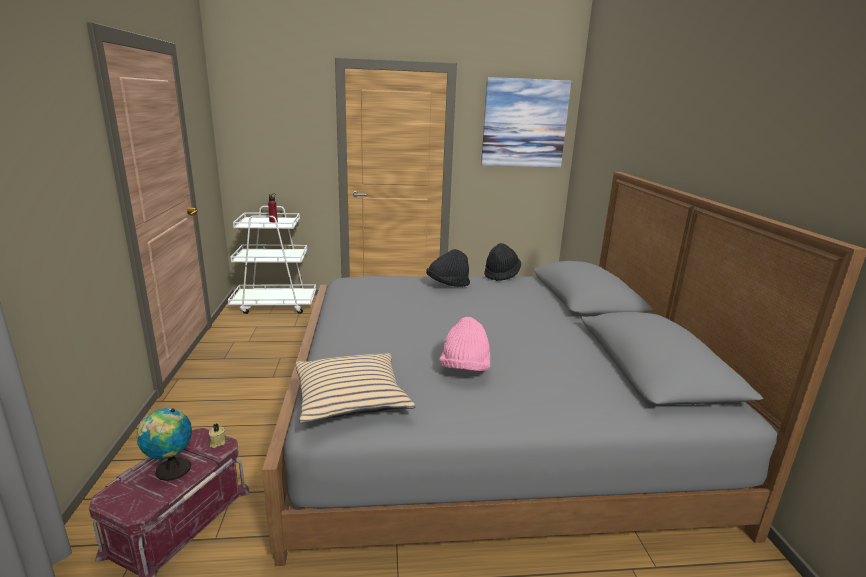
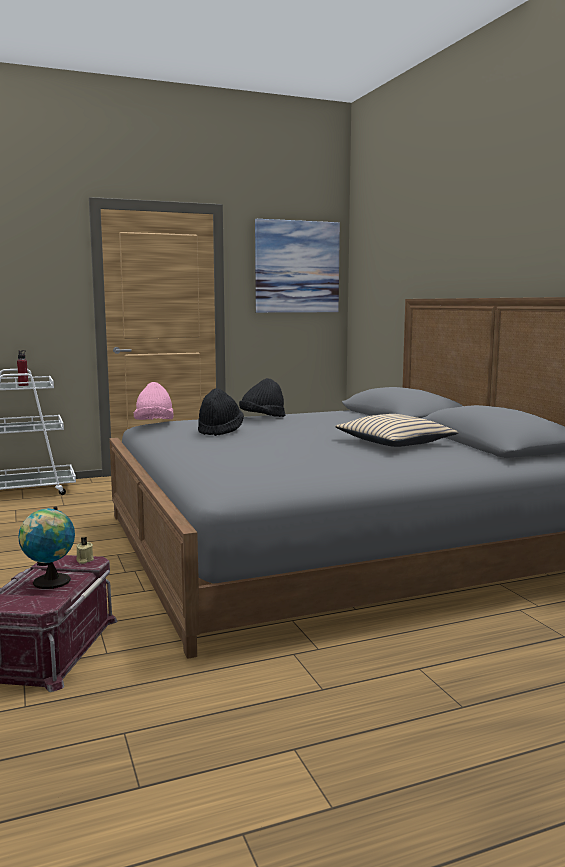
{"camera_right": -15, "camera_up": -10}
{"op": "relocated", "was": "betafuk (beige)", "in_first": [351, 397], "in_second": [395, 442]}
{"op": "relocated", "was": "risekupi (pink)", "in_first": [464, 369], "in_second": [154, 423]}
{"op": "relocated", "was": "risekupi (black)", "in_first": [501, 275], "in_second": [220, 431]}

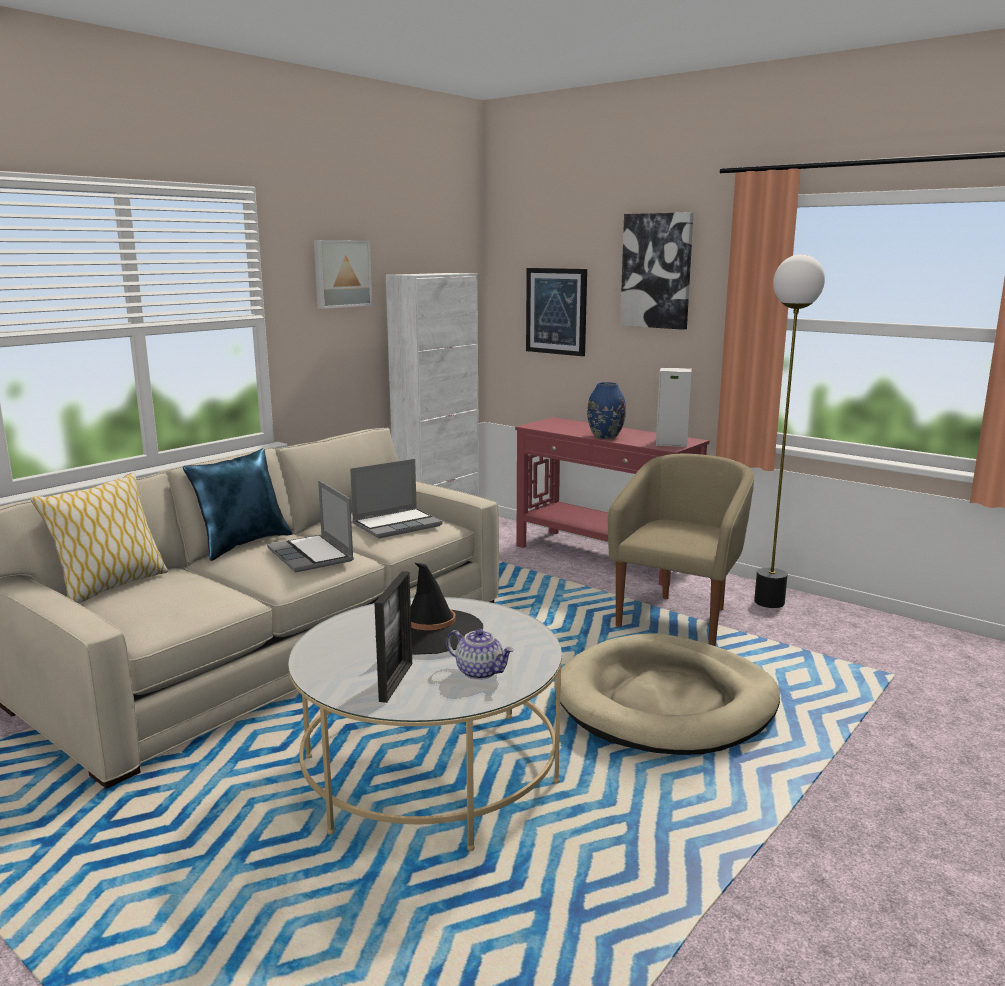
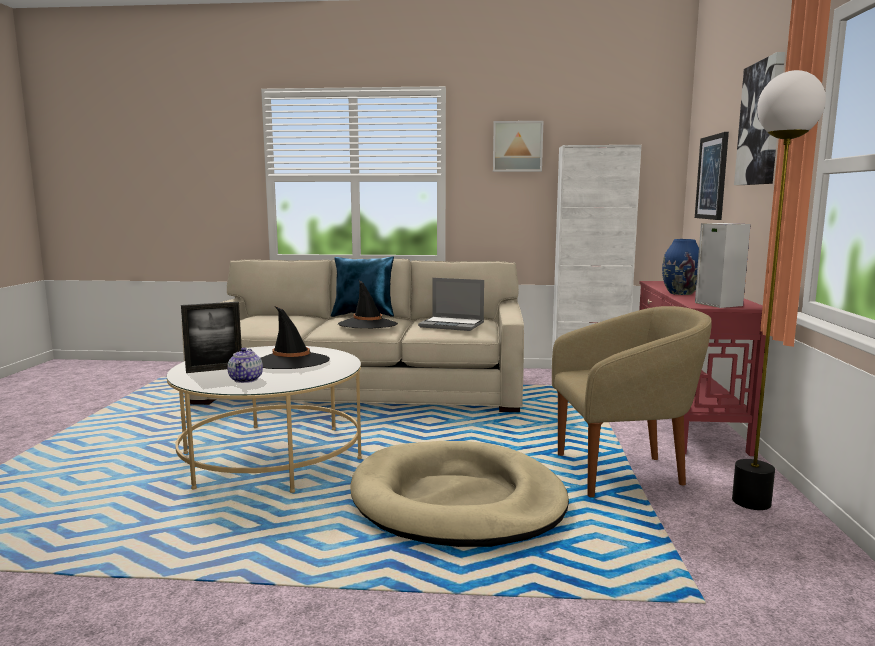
{"camera_right": 55, "camera_up": -5}
{"op": "missing", "was": "betafuk", "in_first": [111, 586]}
{"op": "exchanged", "was": "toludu", "now": "risekupi (black)", "in_first": [312, 555], "in_second": [367, 325]}

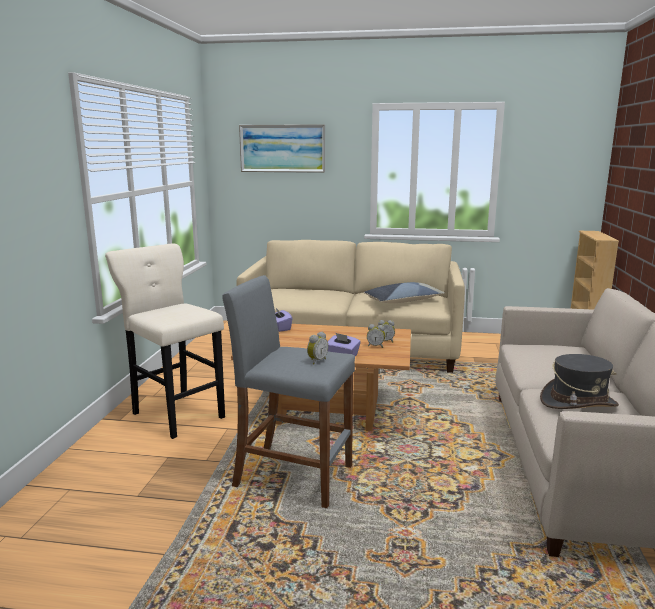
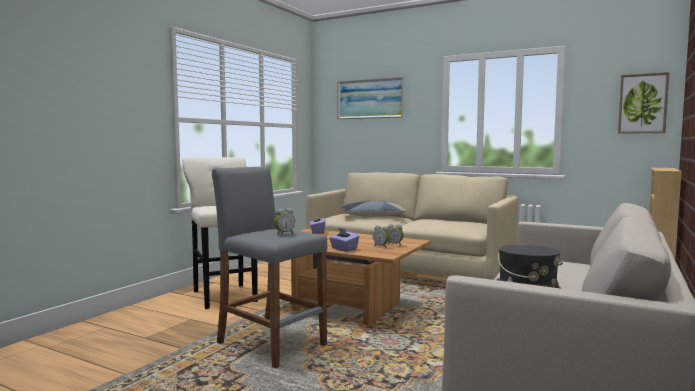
{"camera_right": 20, "camera_up": -10}
{"op": "relocated", "was": "betafuk", "in_first": [403, 301], "in_second": [372, 216]}
{"op": "appeared", "now": "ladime", "in_second": [642, 103]}

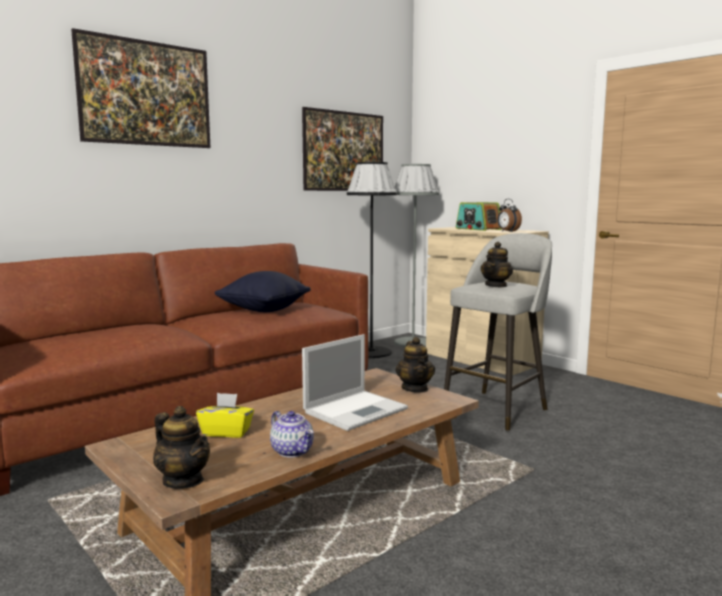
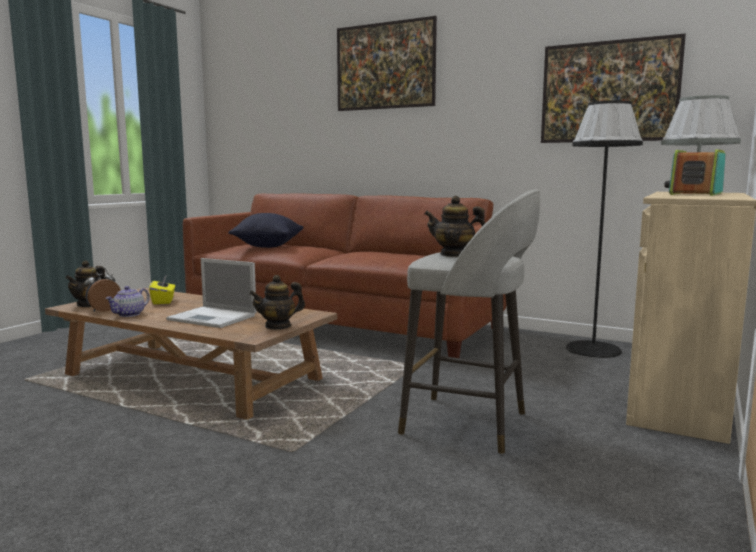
{"camera_right": 70, "camera_up": 0}
{"op": "relocated", "was": "betafuk (black)", "in_first": [264, 310], "in_second": [268, 246]}
{"op": "relocated", "was": "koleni", "in_first": [507, 231], "in_second": [103, 310]}

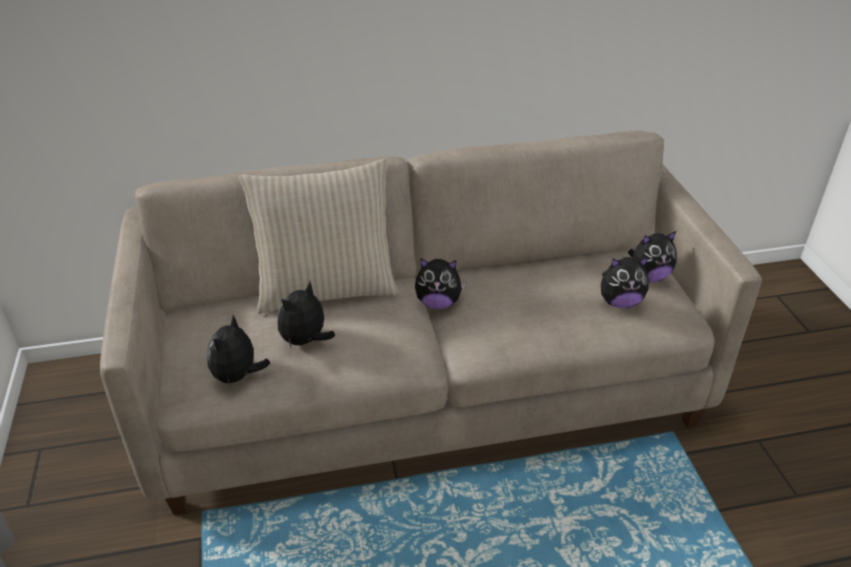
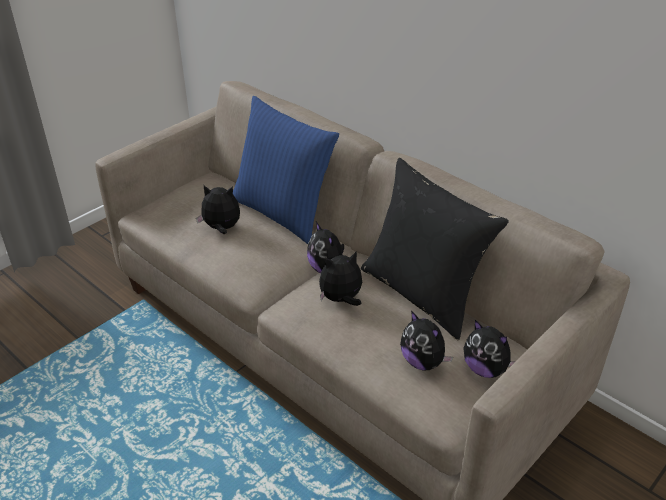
{"camera_right": 55, "camera_up": 0}
{"op": "relocated", "was": "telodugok", "in_first": [238, 376], "in_second": [341, 299]}
{"op": "colour", "was": "betafuk (beige)", "now": "betafuk (blue)", "in_first": [327, 289], "in_second": [283, 213]}
{"op": "appeared", "now": "betafuk (black)", "in_second": [423, 293]}

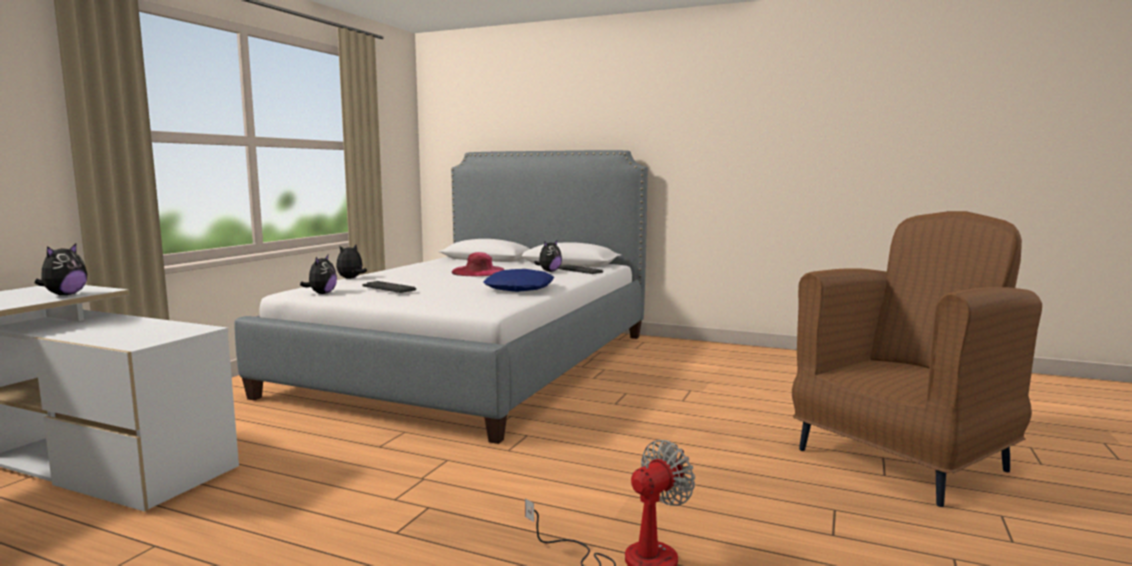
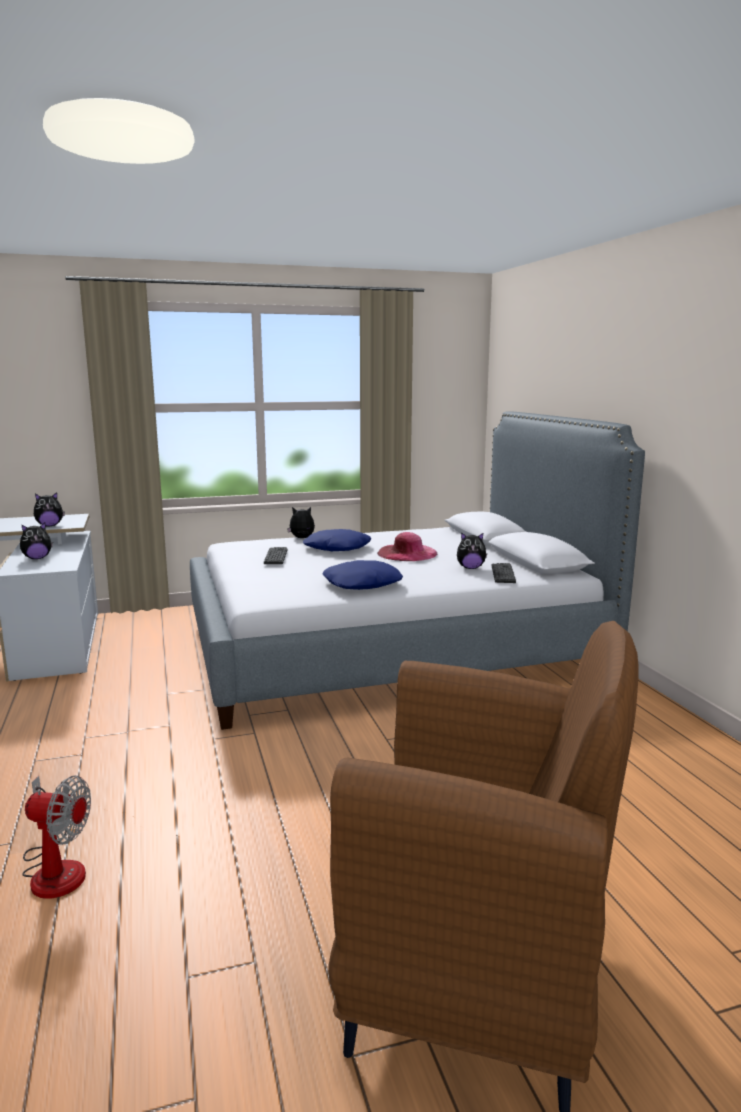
{"camera_right": 50, "camera_up": 5}
{"op": "relocated", "was": "telodugok", "in_first": [322, 293], "in_second": [37, 558]}
{"op": "appeared", "now": "betafuk (blue)", "in_second": [337, 548]}

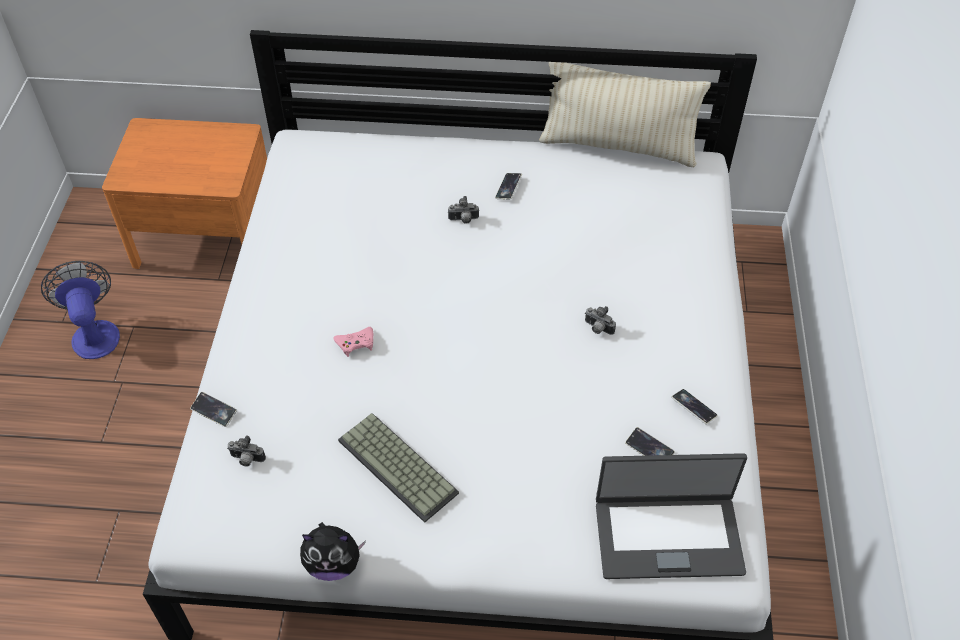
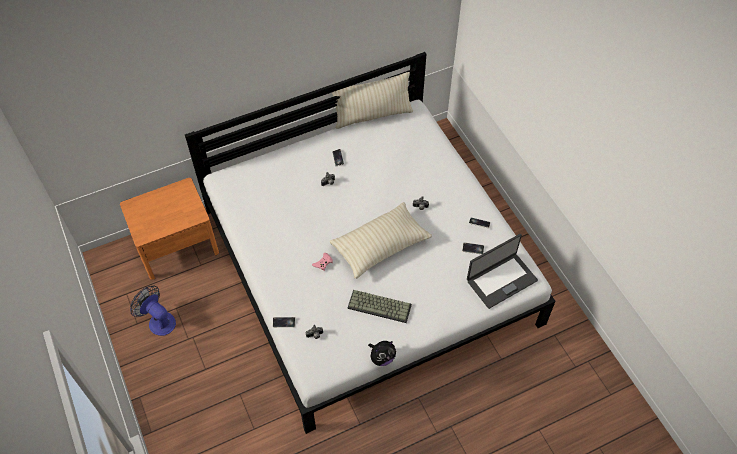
{"camera_right": -30, "camera_up": 5}
{"op": "appeared", "now": "betafuk (beige)", "in_second": [380, 246]}

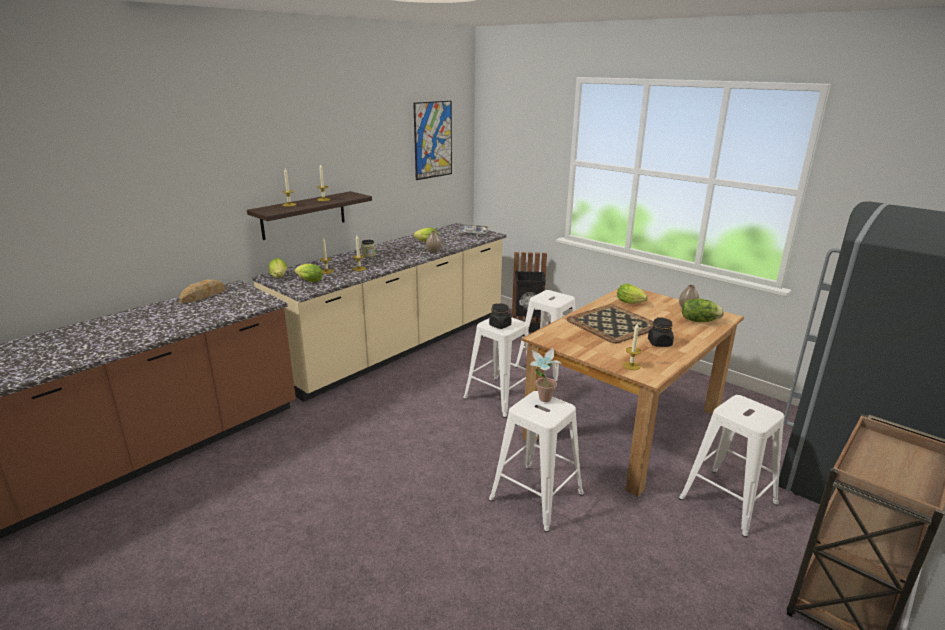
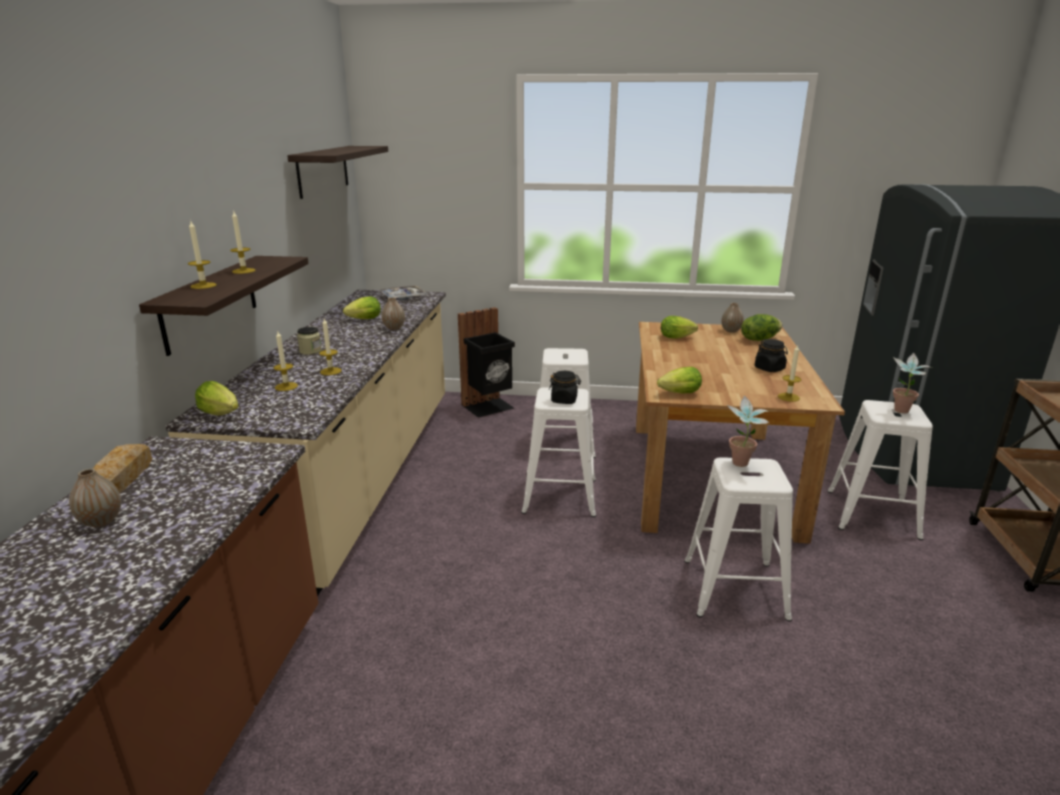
{"camera_right": -35, "camera_up": 0}
{"op": "relocated", "was": "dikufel", "in_first": [308, 281], "in_second": [677, 394]}
{"op": "exchanged", "was": "ladime", "now": "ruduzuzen", "in_first": [433, 140], "in_second": [323, 170]}
{"op": "missing", "was": "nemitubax", "in_first": [612, 324]}
{"op": "appeared", "now": "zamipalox", "in_second": [101, 521]}
{"op": "appeared", "now": "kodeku", "in_second": [901, 412]}

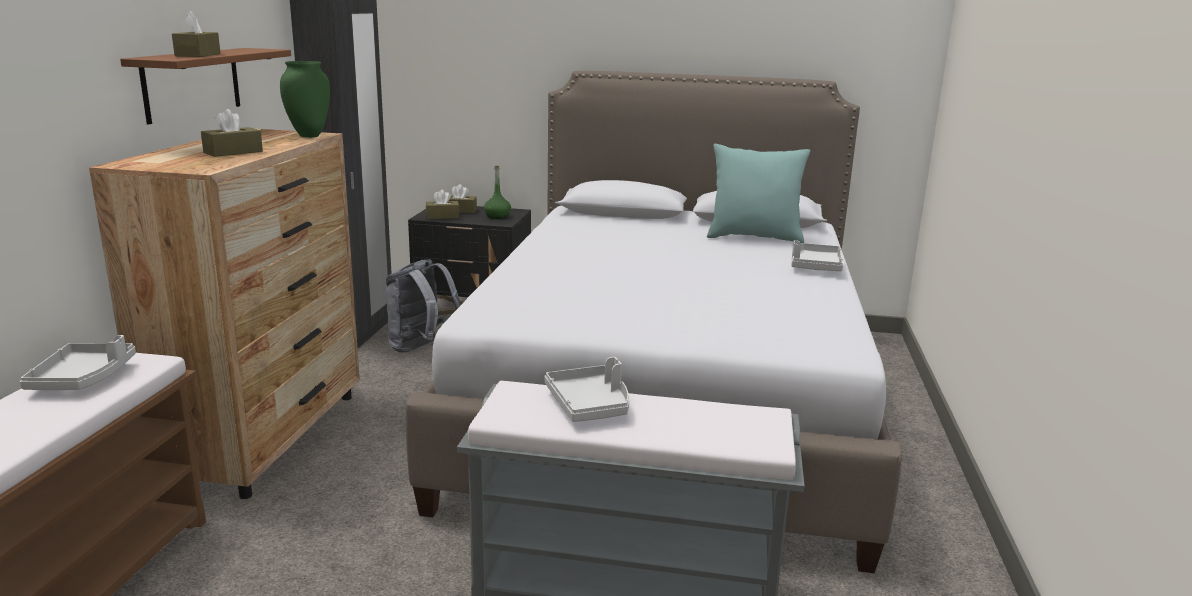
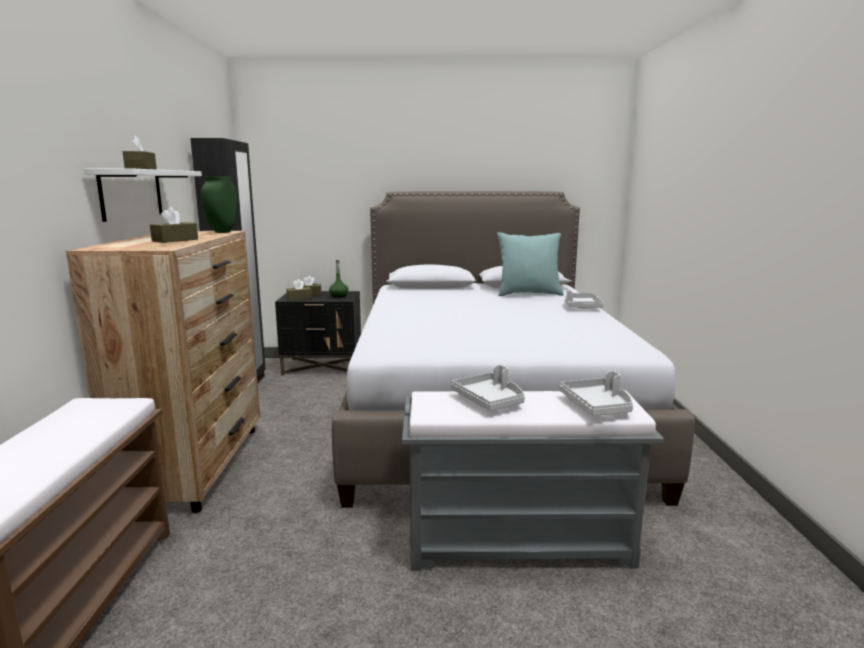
{"camera_right": -10, "camera_up": -5}
{"op": "relocated", "was": "nemitubax (grey)", "in_first": [83, 378], "in_second": [597, 406]}
{"op": "colour", "was": "ruduzuzen (brown)", "now": "ruduzuzen (white)", "in_first": [192, 83], "in_second": [131, 194]}
{"op": "missing", "was": "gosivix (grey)", "in_first": [421, 348]}

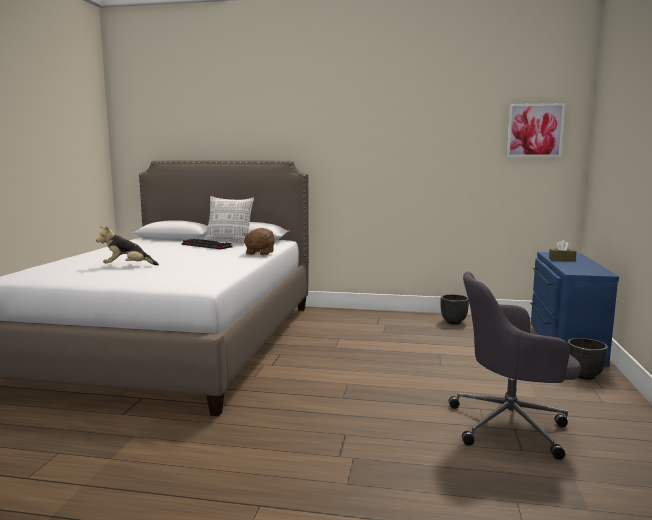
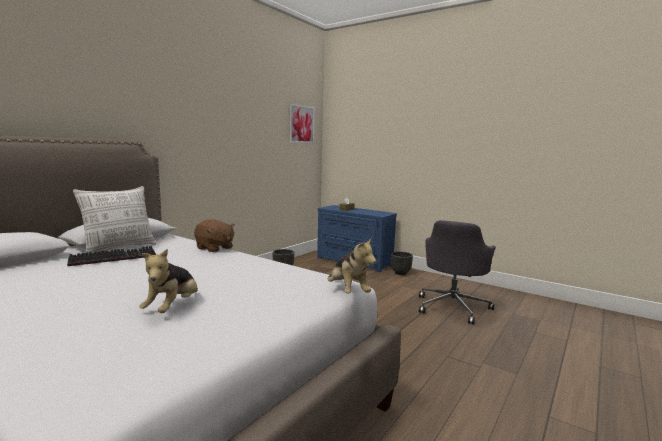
{"camera_right": -65, "camera_up": 0}
{"op": "appeared", "now": "telodugok", "in_second": [347, 291]}

